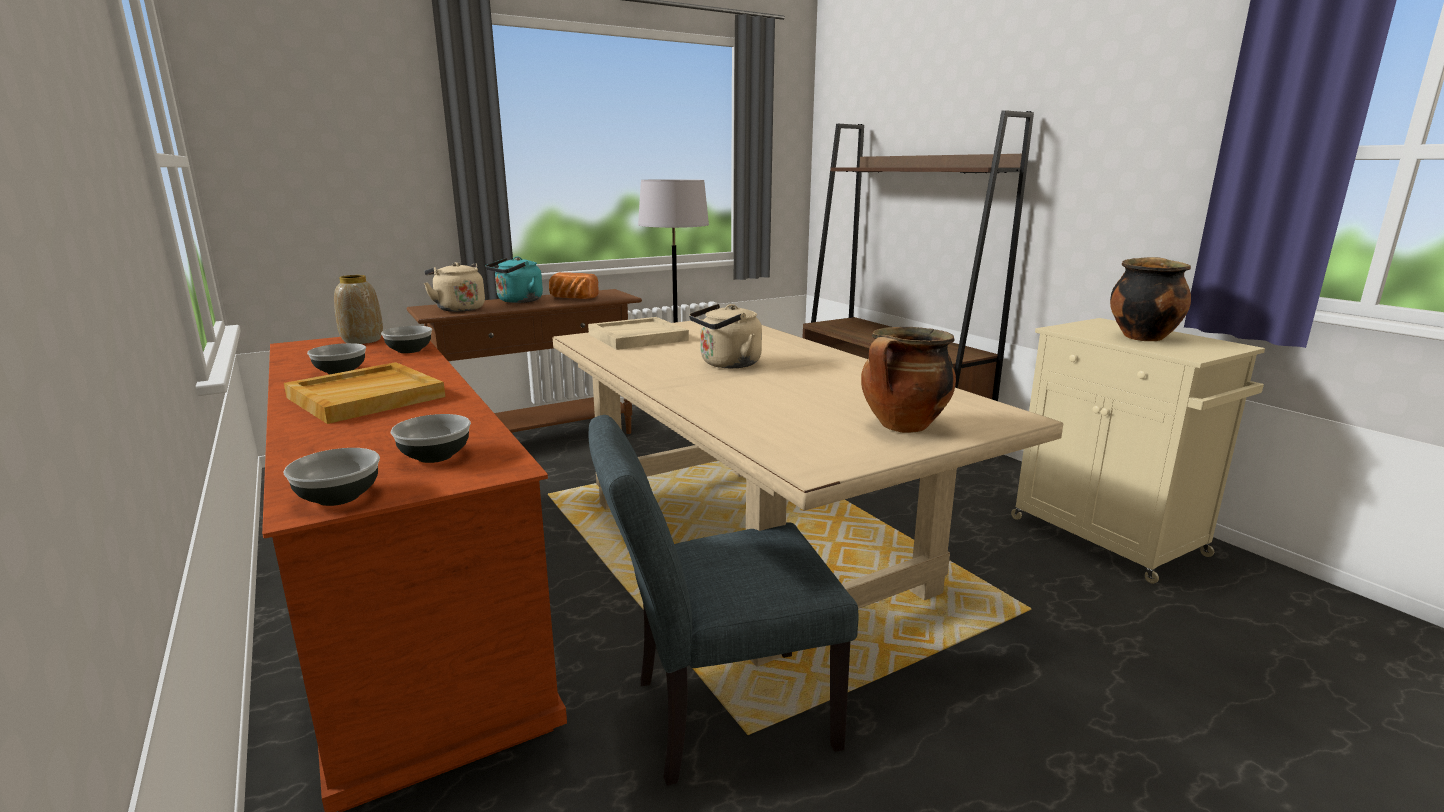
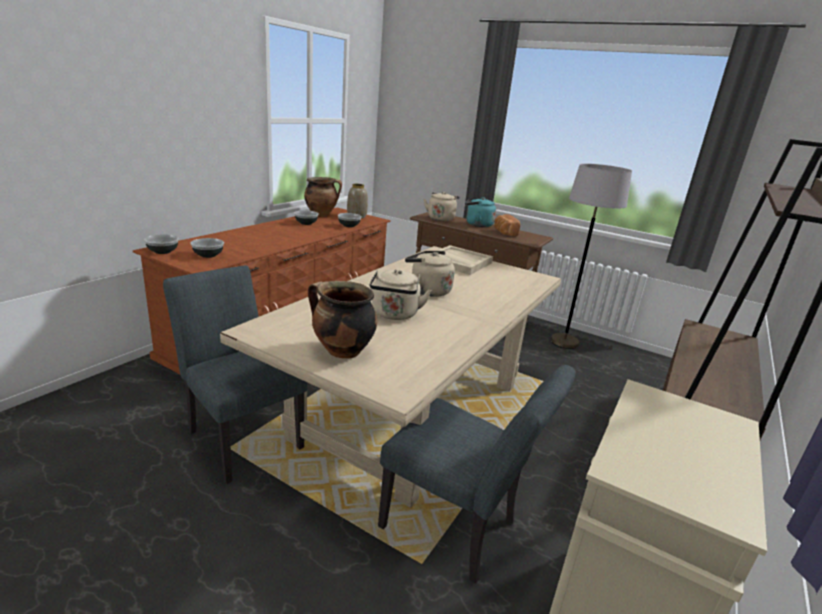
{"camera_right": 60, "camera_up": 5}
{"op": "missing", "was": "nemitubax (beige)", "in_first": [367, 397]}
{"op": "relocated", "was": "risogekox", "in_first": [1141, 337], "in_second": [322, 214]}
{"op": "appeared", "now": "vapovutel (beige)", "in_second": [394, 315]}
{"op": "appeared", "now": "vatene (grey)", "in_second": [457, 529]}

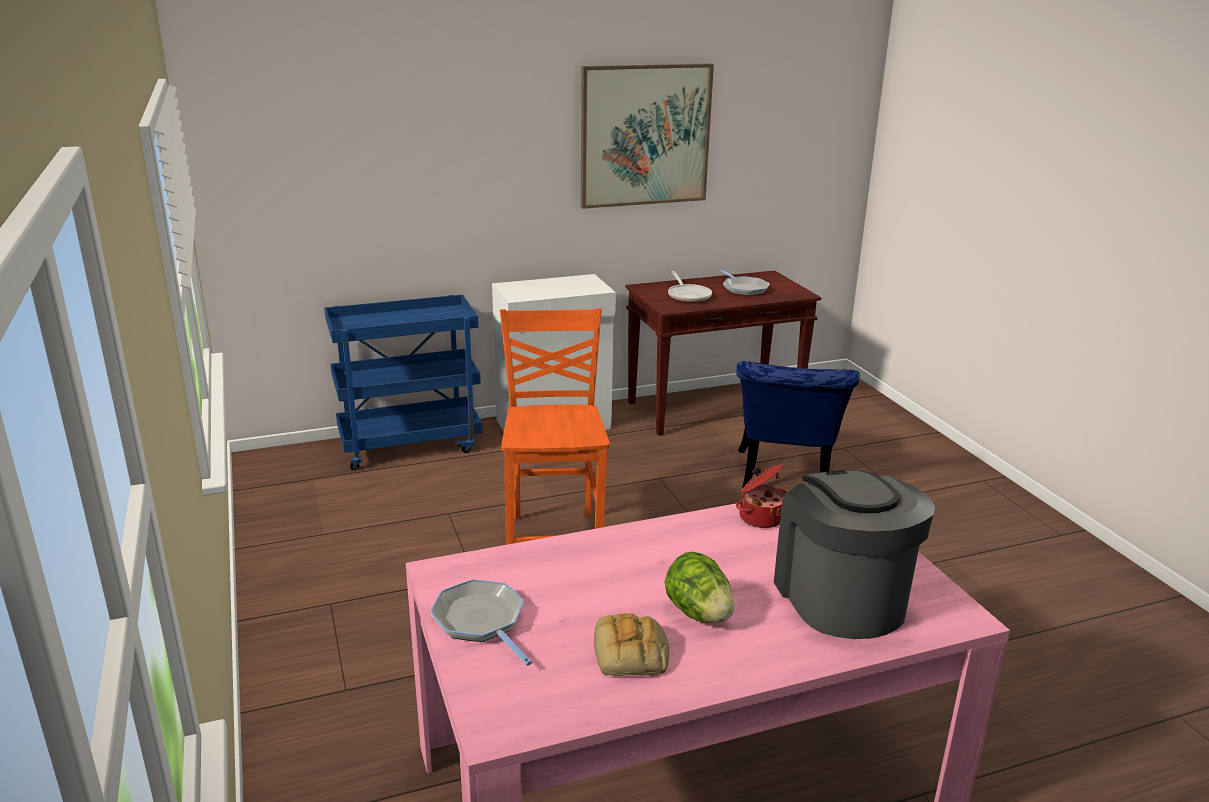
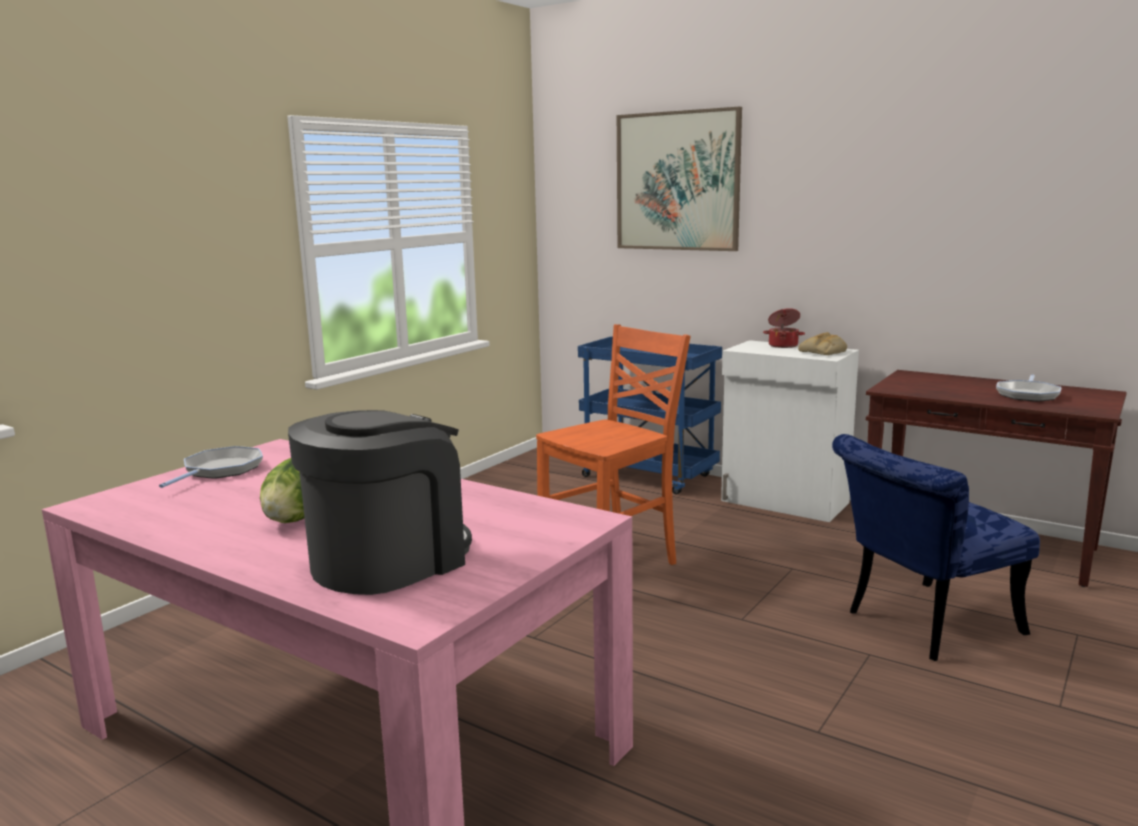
{"camera_right": 55, "camera_up": -10}
{"op": "relocated", "was": "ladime", "in_first": [645, 135], "in_second": [677, 181]}
{"op": "relocated", "was": "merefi", "in_first": [631, 654], "in_second": [823, 352]}
{"op": "missing", "was": "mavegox", "in_first": [688, 295]}
{"op": "relocated", "was": "risogekox", "in_first": [760, 517], "in_second": [783, 345]}

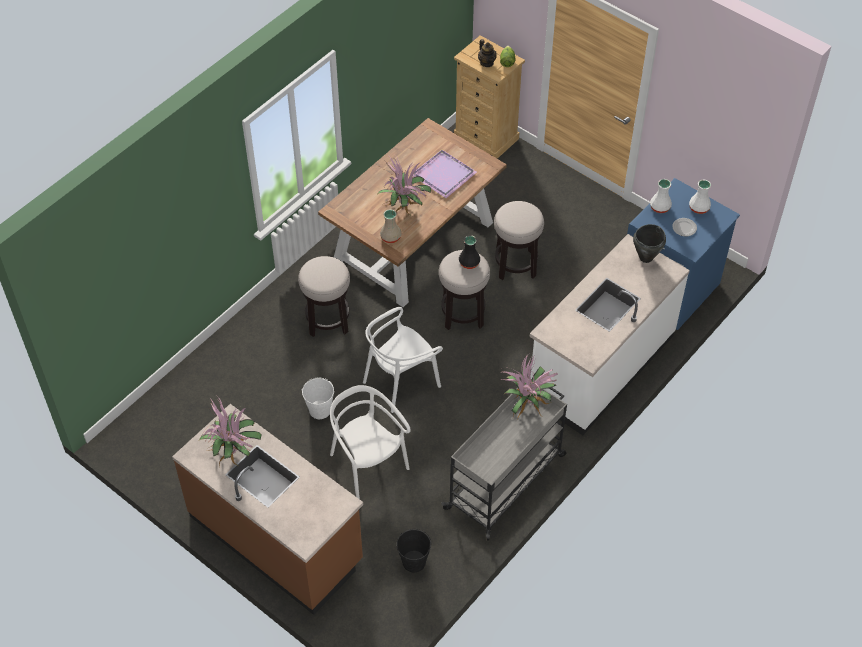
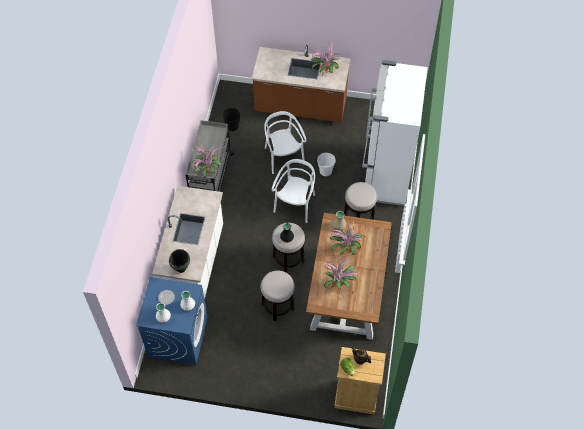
{"camera_right": 150, "camera_up": 5}
{"op": "spun", "was": "vatene (white)", "in_first": [367, 464], "in_second": [283, 157], "clockwise": -135}
{"op": "exchanged", "was": "nemitubax (purple)", "now": "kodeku", "in_first": [443, 174], "in_second": [339, 284]}
{"op": "appeared", "now": "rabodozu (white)", "in_second": [385, 176]}

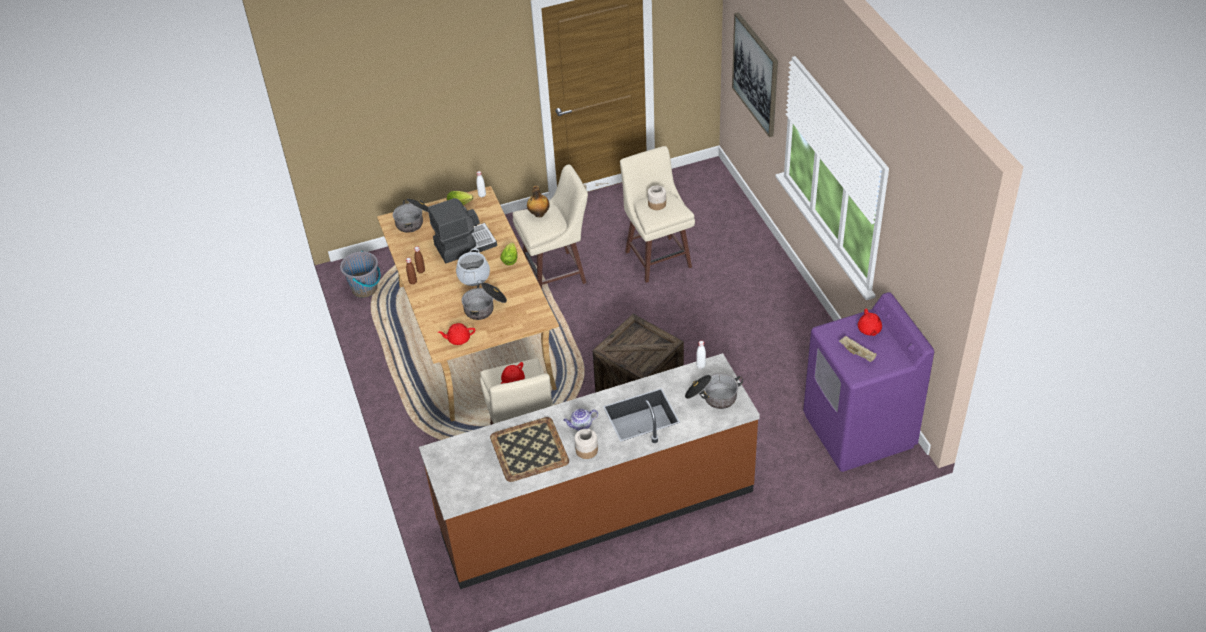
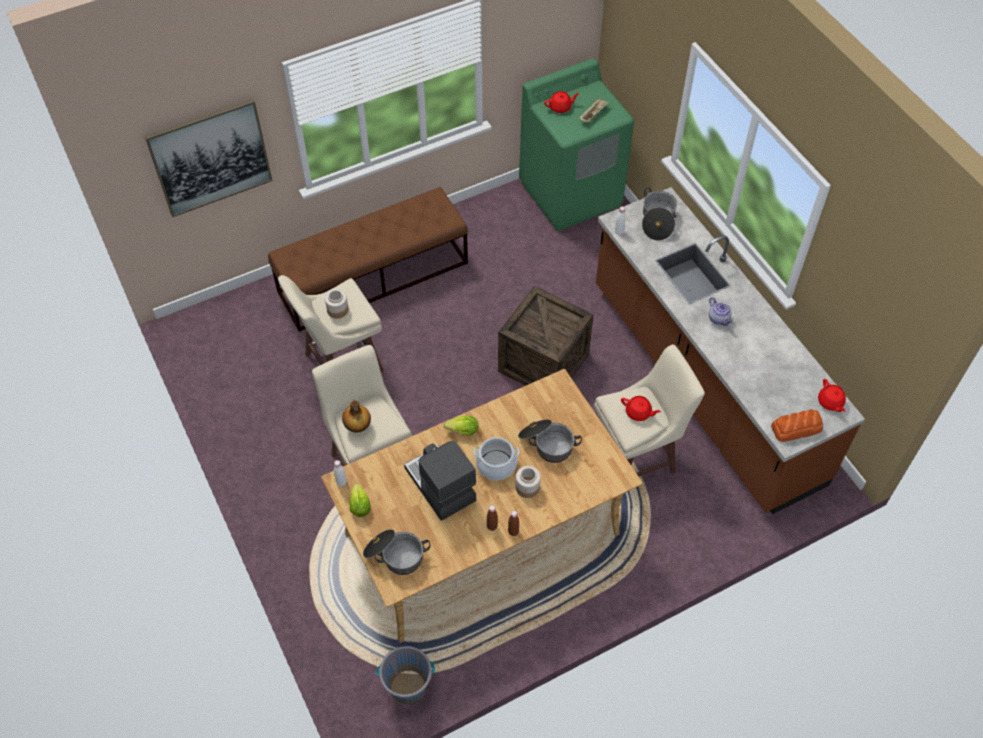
{"camera_right": -100, "camera_up": 10}
{"op": "relocated", "was": "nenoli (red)", "in_first": [458, 339], "in_second": [830, 402]}
{"op": "missing", "was": "nemitubax", "in_first": [528, 449]}
{"op": "relocated", "was": "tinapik", "in_first": [586, 450], "in_second": [527, 487]}
{"op": "colour", "was": "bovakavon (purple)", "now": "bovakavon (green)", "in_first": [859, 431], "in_second": [571, 193]}
{"op": "appeared", "now": "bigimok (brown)", "in_second": [374, 277]}
{"op": "appeared", "now": "merefi", "in_second": [797, 428]}

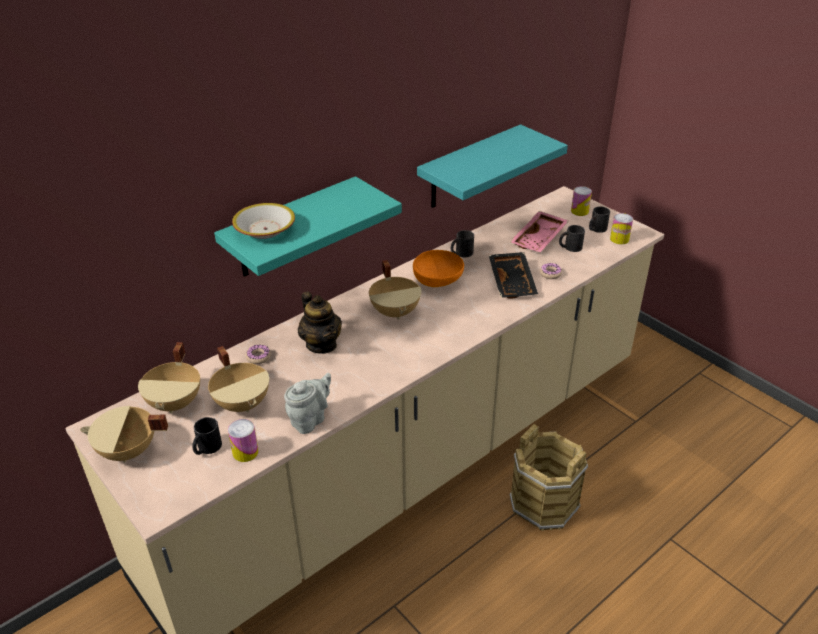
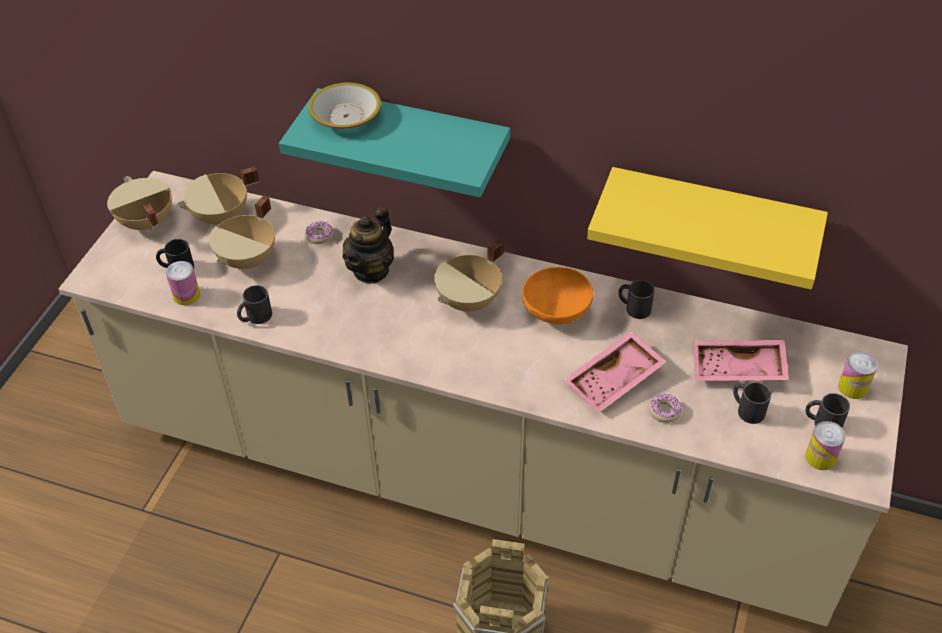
{"camera_right": 60, "camera_up": 10}
{"op": "exchanged", "was": "nenoli (grey)", "now": "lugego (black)", "in_first": [310, 419], "in_second": [255, 317]}
{"op": "colour", "was": "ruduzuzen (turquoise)", "now": "ruduzuzen (yellow)", "in_first": [469, 167], "in_second": [712, 217]}
{"op": "colour", "was": "nemitubax (black)", "now": "nemitubax (pink)", "in_first": [513, 282], "in_second": [615, 380]}

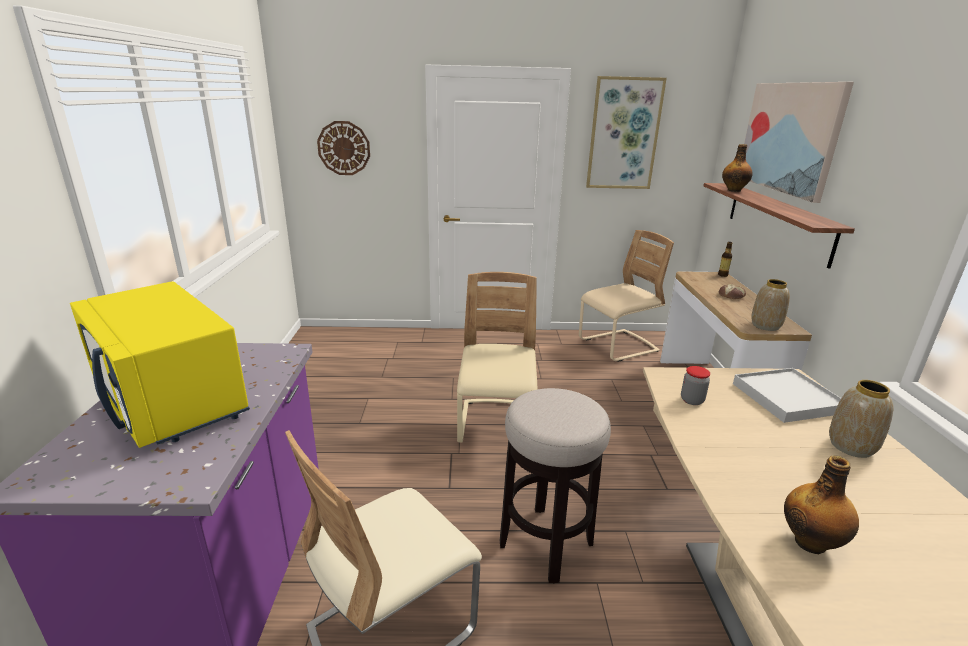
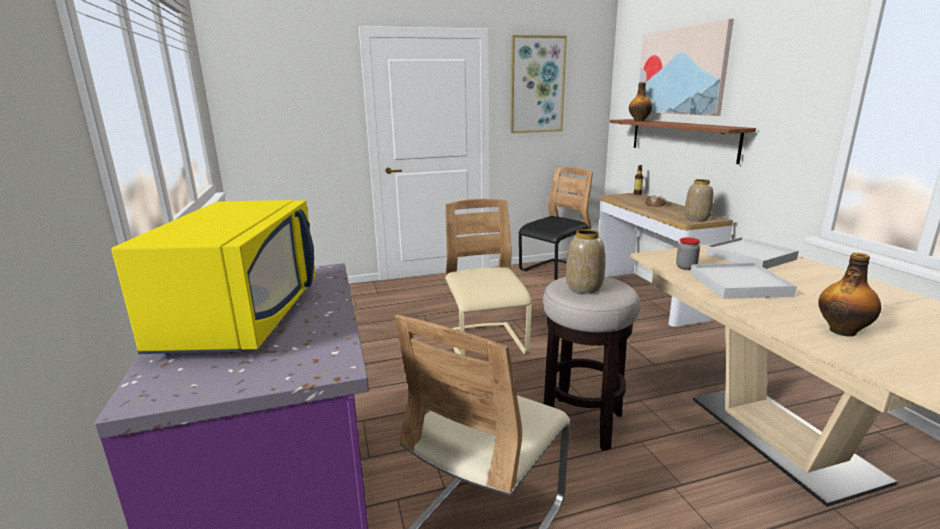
{"camera_right": -15, "camera_up": -5}
{"op": "spun", "was": "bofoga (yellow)", "in_first": [172, 400], "in_second": [243, 317], "clockwise": -120}
{"op": "missing", "was": "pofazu", "in_first": [344, 148]}
{"op": "colour", "was": "vatene (beige)", "now": "vatene (black)", "in_first": [617, 346], "in_second": [554, 271]}
{"op": "relocated", "was": "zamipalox", "in_first": [851, 446], "in_second": [584, 288]}
{"op": "appeared", "now": "nemitubax (white)", "in_second": [739, 284]}

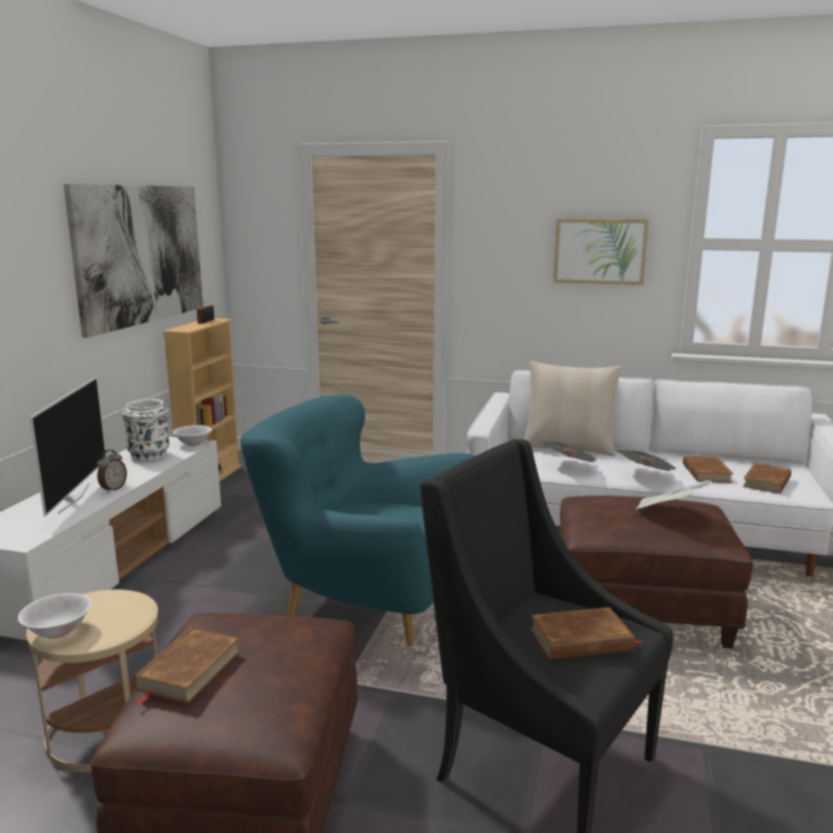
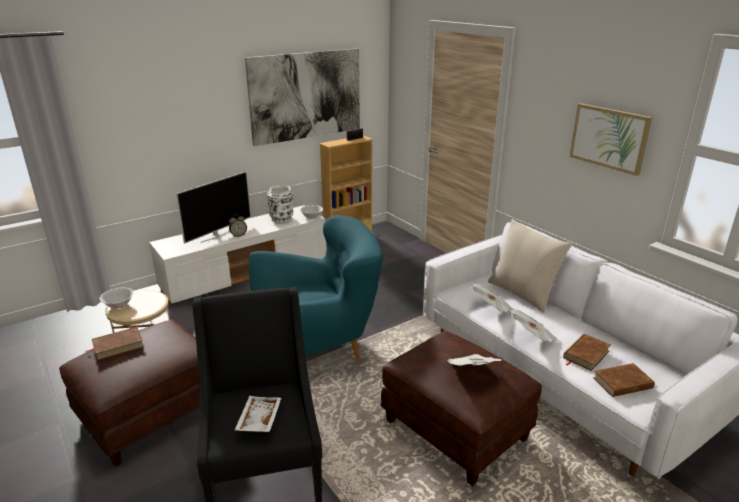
{"camera_right": 40, "camera_up": 10}
{"op": "spun", "was": "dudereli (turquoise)", "in_first": [365, 604], "in_second": [316, 347], "clockwise": 105}
{"op": "exchanged", "was": "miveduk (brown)", "now": "nemitubax (white)", "in_first": [581, 640], "in_second": [258, 420]}

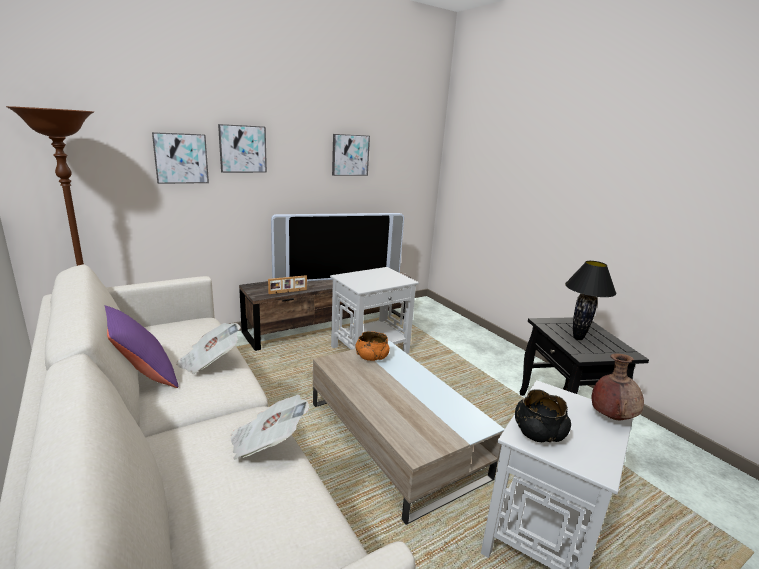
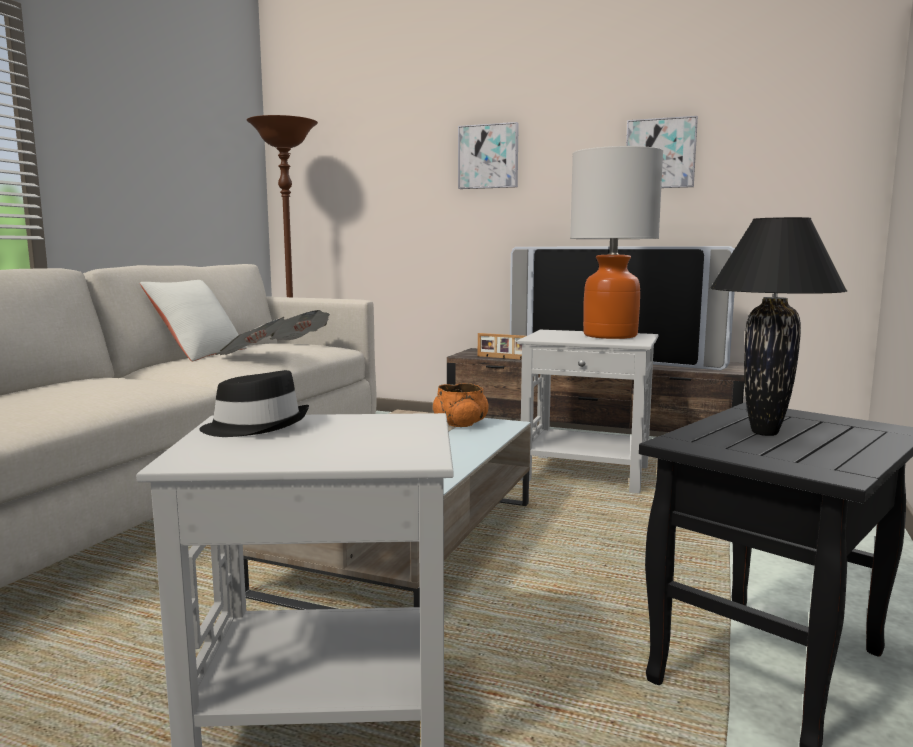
{"camera_right": 55, "camera_up": -10}
{"op": "colour", "was": "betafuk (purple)", "now": "betafuk (white)", "in_first": [141, 375], "in_second": [198, 353]}
{"op": "missing", "was": "ladime", "in_first": [181, 158]}
{"op": "relocated", "was": "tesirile", "in_first": [267, 442], "in_second": [300, 343]}
{"op": "exchanged", "was": "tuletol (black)", "now": "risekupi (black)", "in_first": [538, 433], "in_second": [256, 426]}
{"op": "missing", "was": "zamipalox (brown)", "in_first": [611, 417]}
{"op": "appeared", "now": "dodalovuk", "in_second": [610, 336]}

